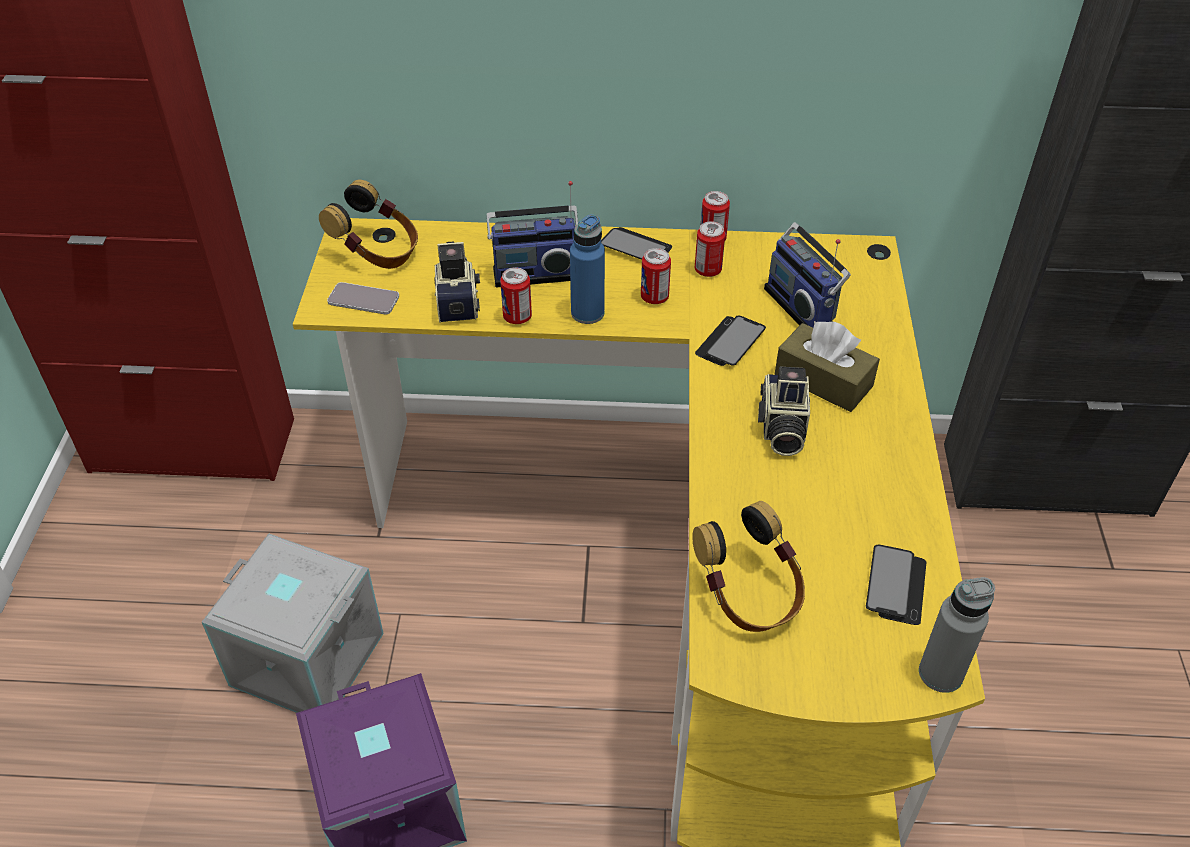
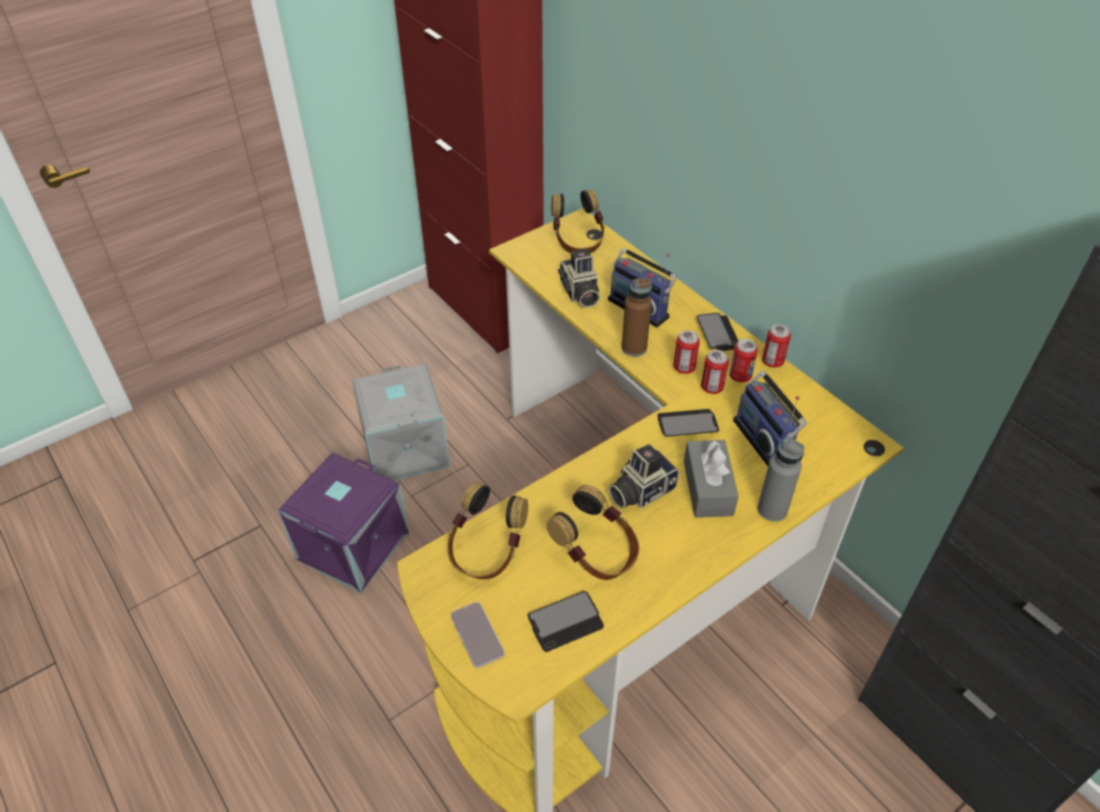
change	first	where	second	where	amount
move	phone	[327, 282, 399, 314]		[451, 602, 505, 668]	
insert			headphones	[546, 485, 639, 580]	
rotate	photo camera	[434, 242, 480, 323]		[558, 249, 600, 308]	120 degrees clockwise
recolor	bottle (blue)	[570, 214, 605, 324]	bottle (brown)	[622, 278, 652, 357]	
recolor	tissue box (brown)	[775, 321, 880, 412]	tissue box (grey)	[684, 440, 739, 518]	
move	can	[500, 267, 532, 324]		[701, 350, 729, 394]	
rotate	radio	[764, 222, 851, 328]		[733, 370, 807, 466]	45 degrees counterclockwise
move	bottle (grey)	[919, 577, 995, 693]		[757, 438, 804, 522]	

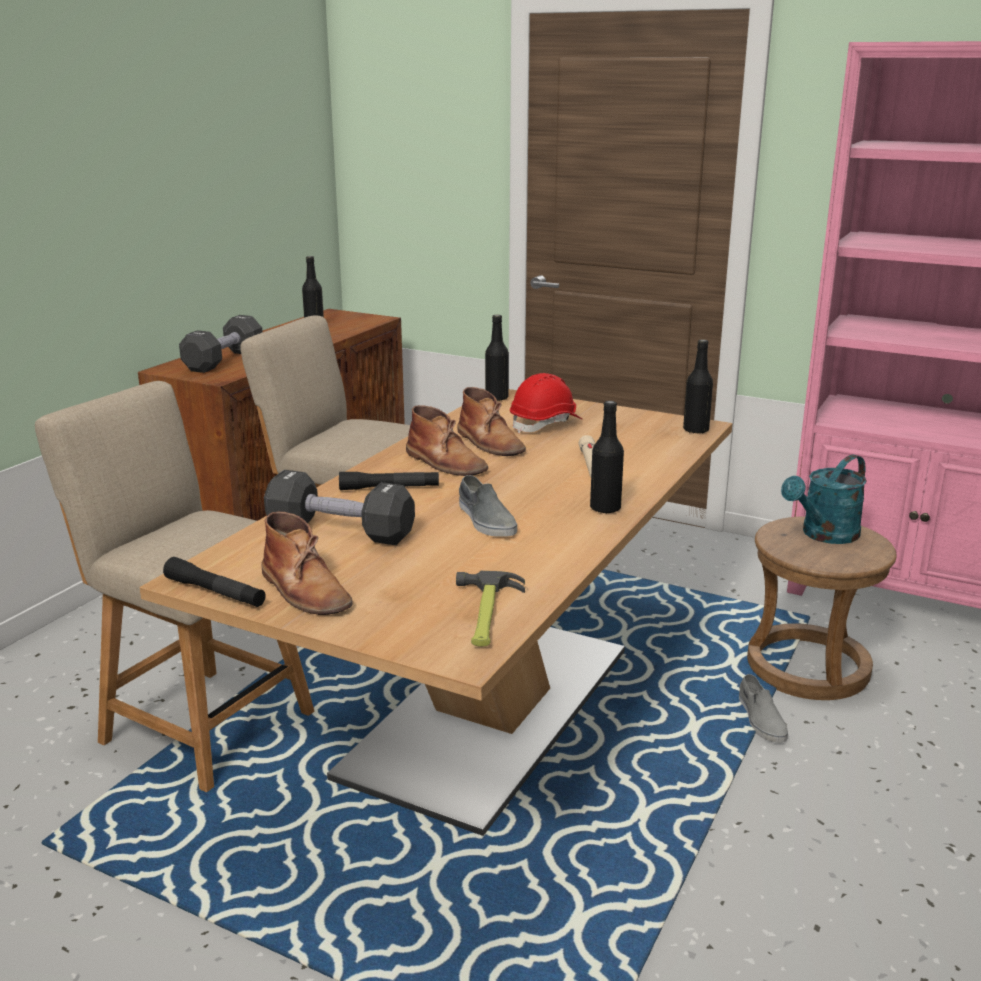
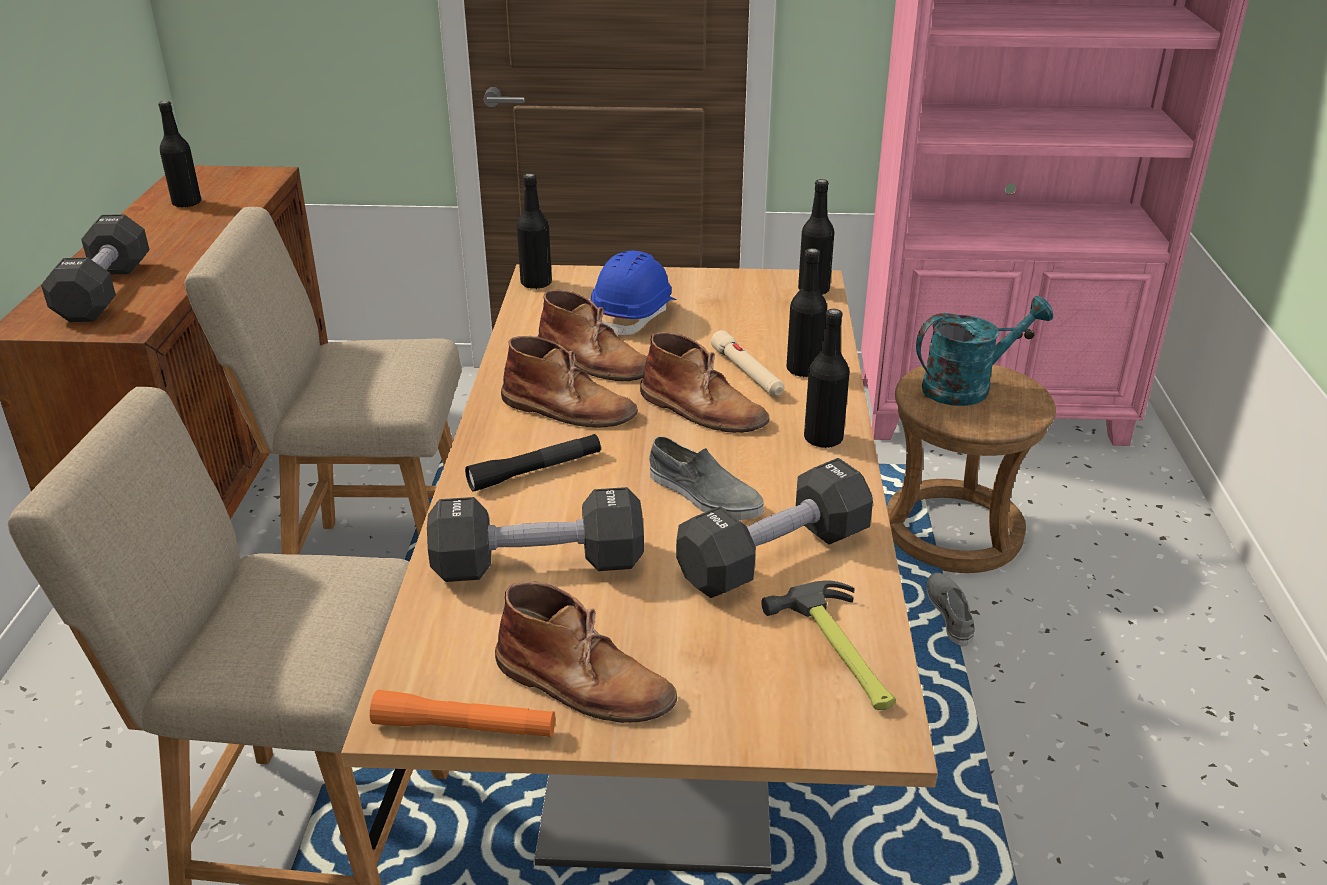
change	first	where	second	where	amount
recolor	flashlight (black)	[163, 557, 266, 607]	flashlight (orange)	[370, 690, 555, 737]	
recolor	hard hat (red)	[510, 373, 582, 434]	hard hat (blue)	[591, 251, 677, 337]	
insert			boot (brown)	[640, 332, 769, 433]	
insert			dumbbell (black)	[676, 458, 873, 598]	
insert			bottle (black)	[786, 248, 827, 377]	
rotate	watering can (turquoise)	[781, 455, 867, 544]		[916, 296, 1053, 406]	135 degrees counterclockwise
rotate	shoe (grey)	[739, 674, 788, 743]		[927, 573, 975, 646]	150 degrees counterclockwise

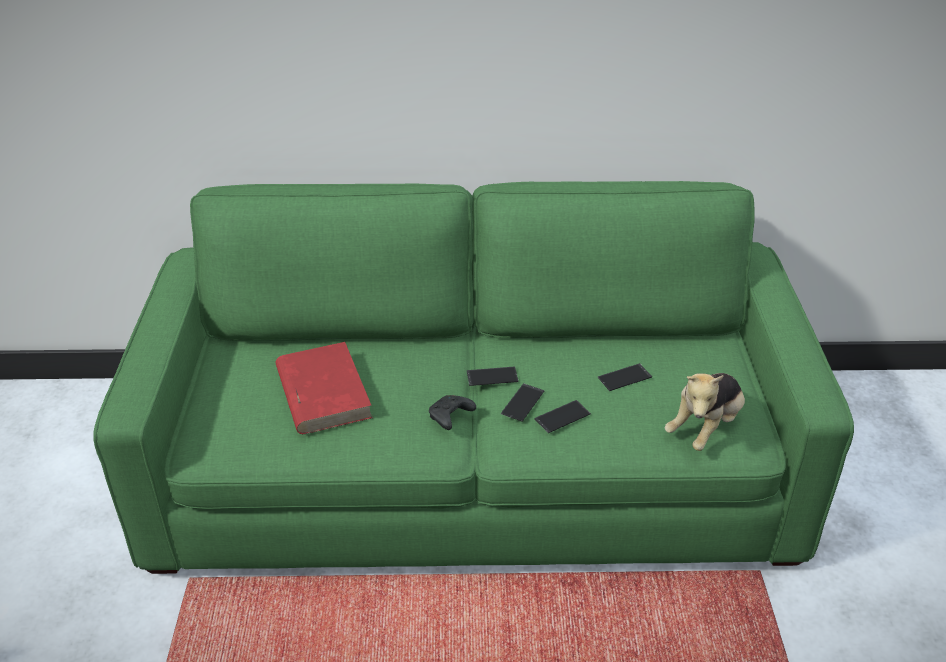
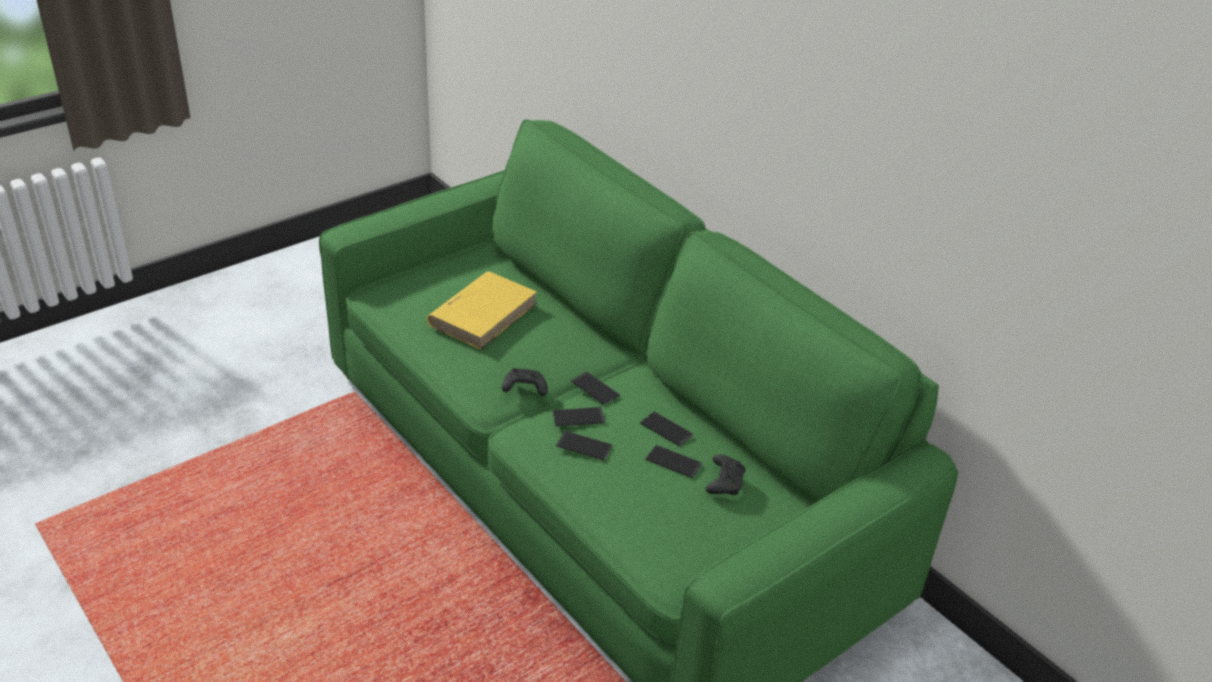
change	first	where	second	where	amount
recolor	book (red)	[276, 342, 373, 434]	book (yellow)	[427, 271, 537, 350]	
insert			phone	[640, 411, 694, 446]	
insert			game controller (black)	[706, 454, 745, 495]	
delete	plush toy	[665, 373, 745, 451]			

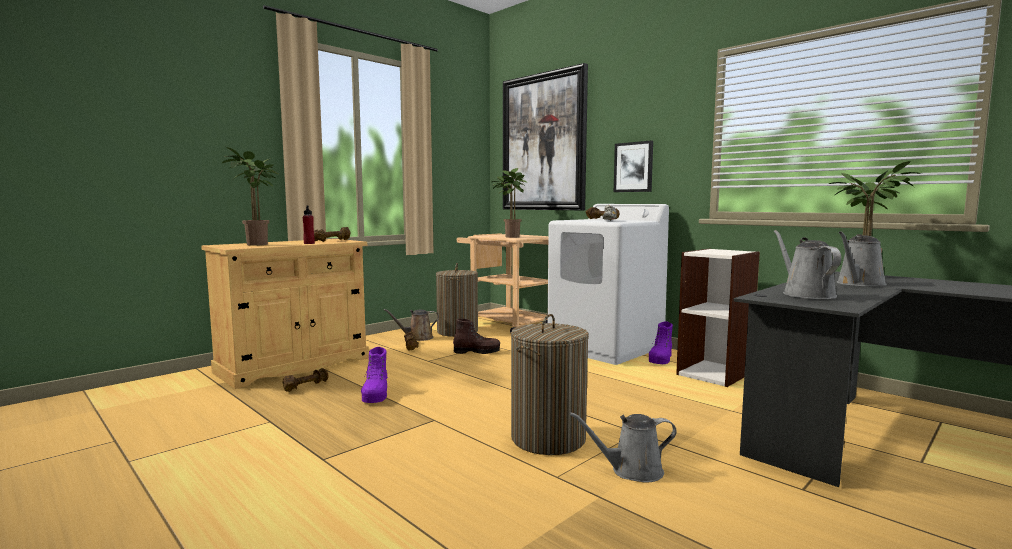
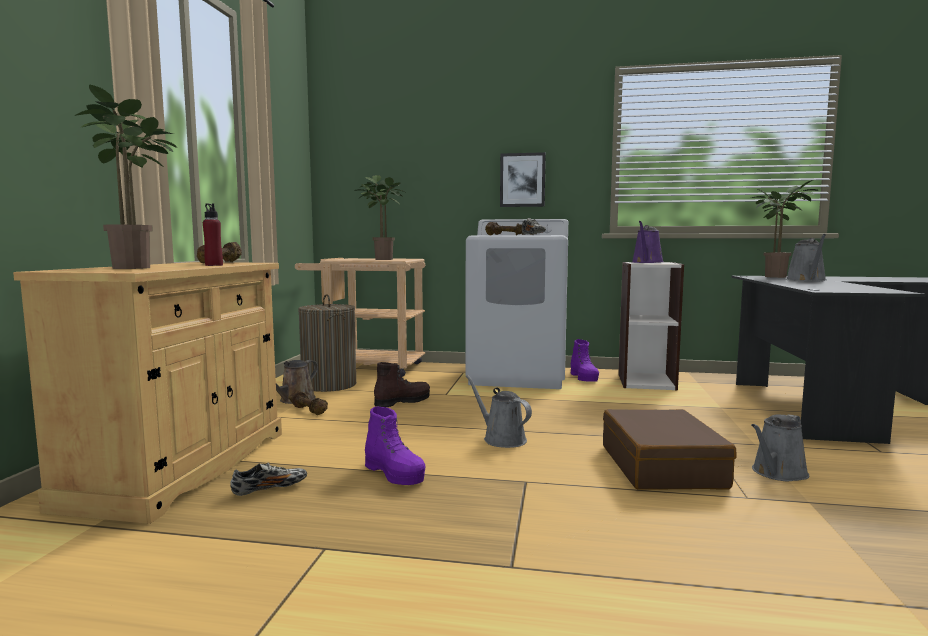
change	first	where	second	where	amount
replace	dumbbell (brown)	[283, 368, 328, 392]	shoe	[230, 463, 307, 496]	
move	watering can (grey)	[774, 230, 841, 299]		[466, 375, 532, 448]	
replace	laundry basket	[511, 314, 589, 455]	suitcase (brown)	[603, 409, 737, 489]	
insert			watering can (purple)	[632, 221, 663, 263]	
delete	picture	[503, 63, 588, 210]			

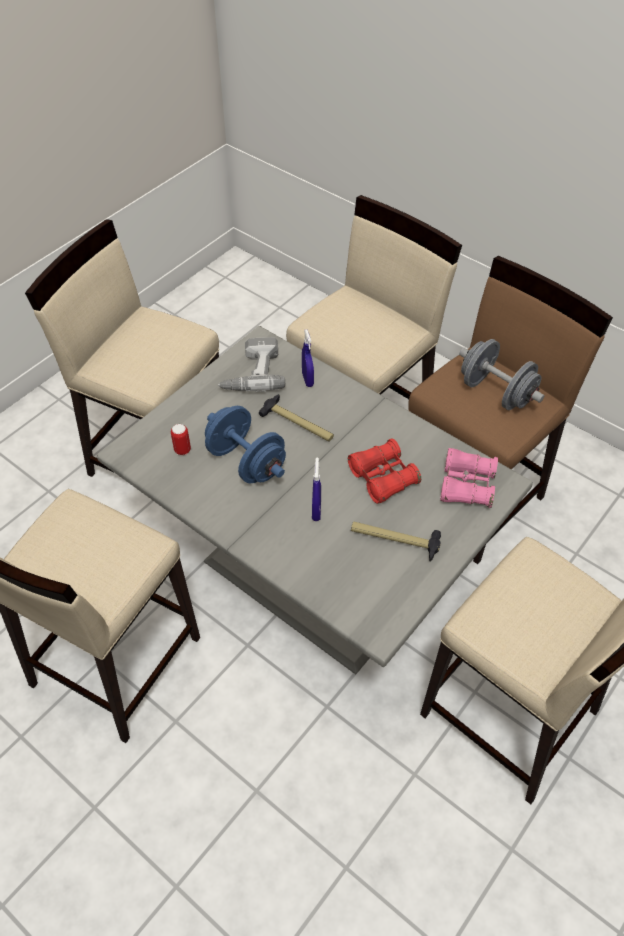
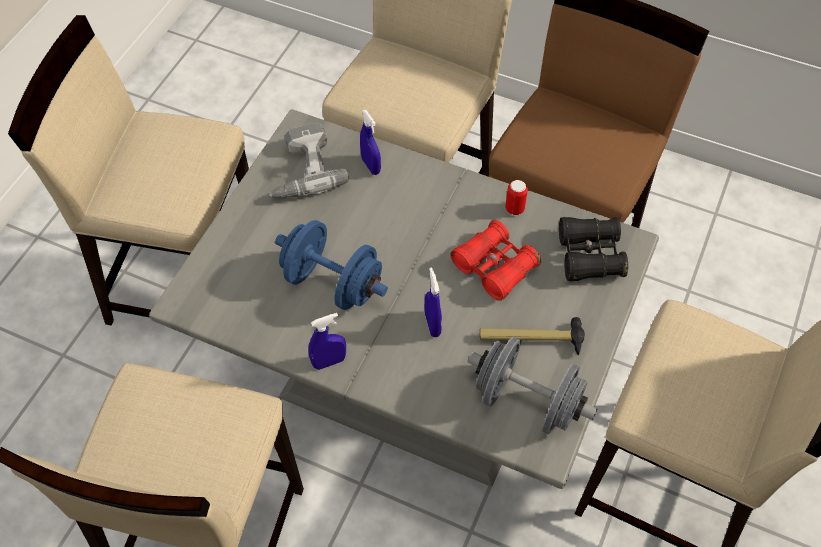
change	first	where	second	where	amount
insert			spray bottle (blue)	[308, 313, 346, 370]	
move	dumbbell (grey)	[459, 339, 545, 410]		[467, 337, 597, 434]	
move	can	[171, 424, 191, 455]		[505, 180, 528, 215]	
recolor	binoculars (pink)	[440, 448, 498, 508]	binoculars (black)	[559, 217, 628, 282]	
delete	hammer	[259, 394, 334, 441]			

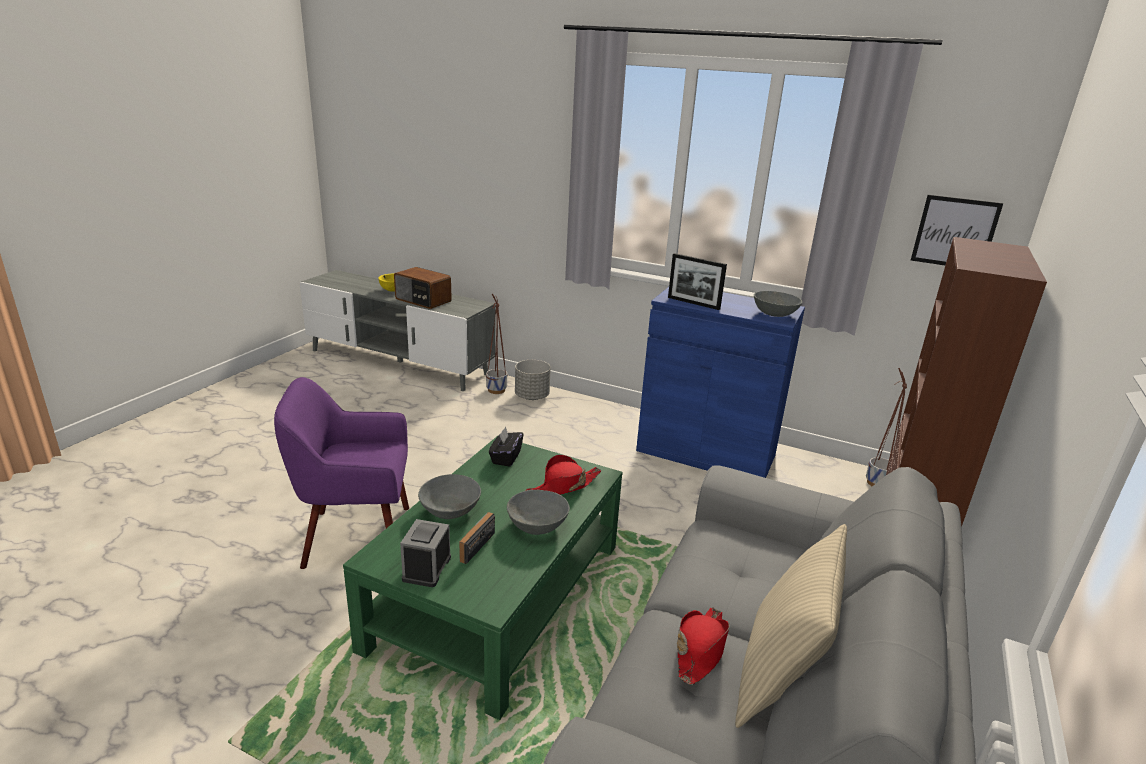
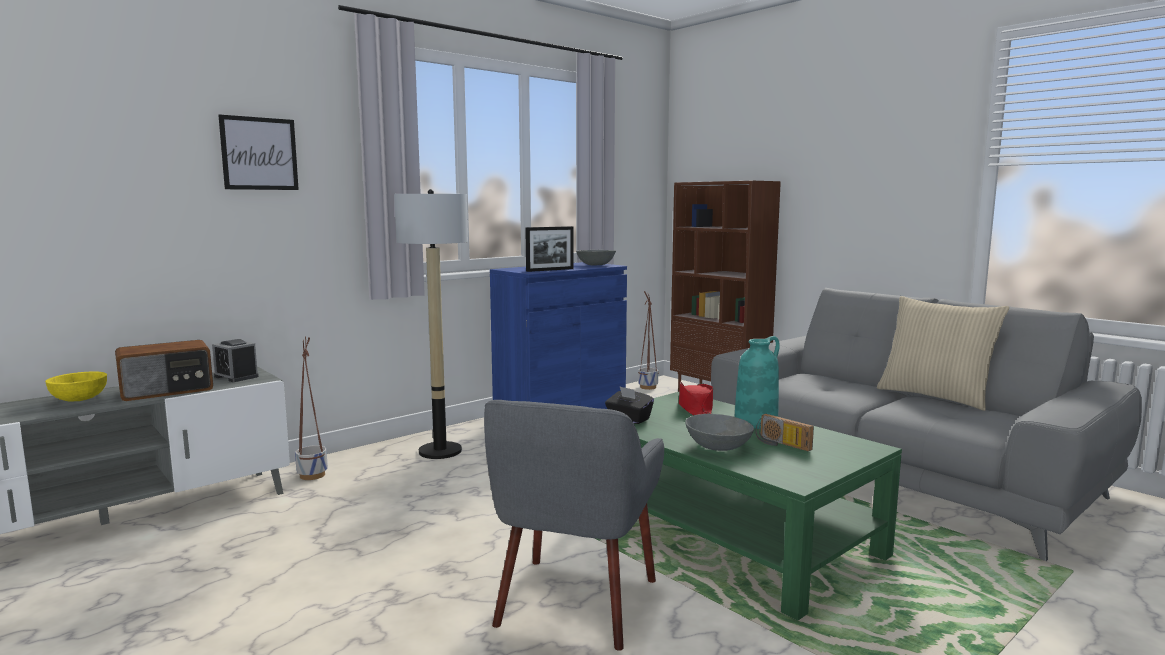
change	first	where	second	where	amount
move	alarm clock	[400, 519, 451, 587]		[212, 339, 259, 382]	
move	picture	[911, 195, 1003, 265]		[218, 115, 299, 190]	
insert			floor lamp	[394, 189, 468, 459]	
recolor	armchair (purple)	[274, 377, 409, 569]	armchair (grey)	[484, 400, 664, 651]	
replace	bowl (grey)	[507, 490, 570, 535]	vase (turquoise)	[735, 336, 780, 429]	
delete	planter (grey)	[515, 360, 551, 400]			
delete	hat (red)	[677, 607, 730, 685]			

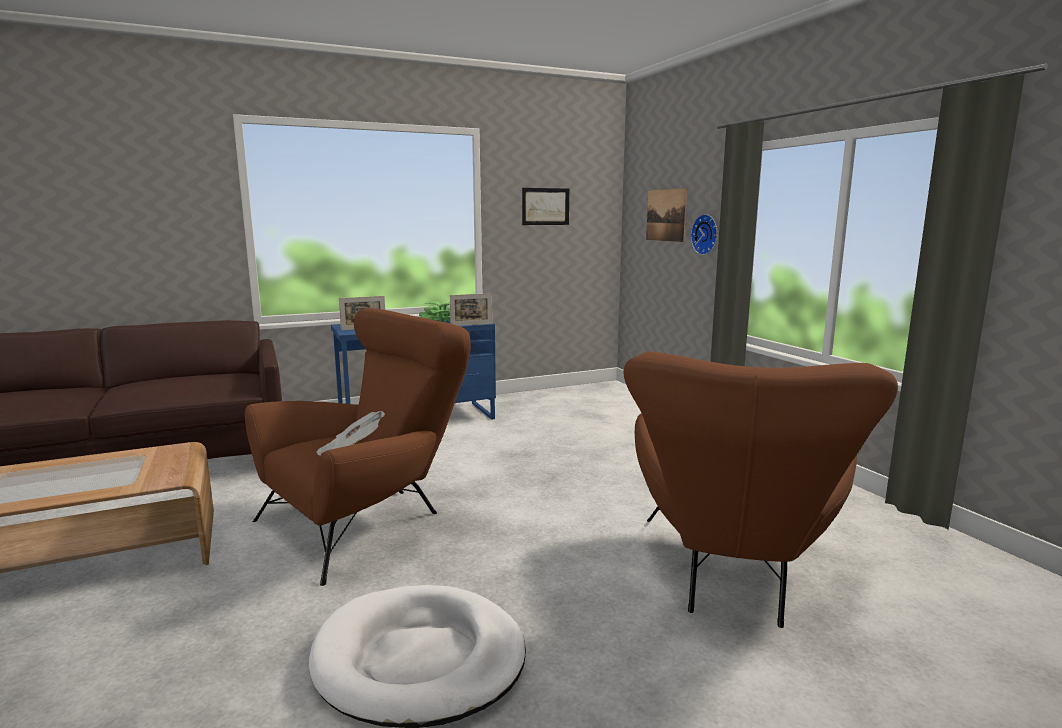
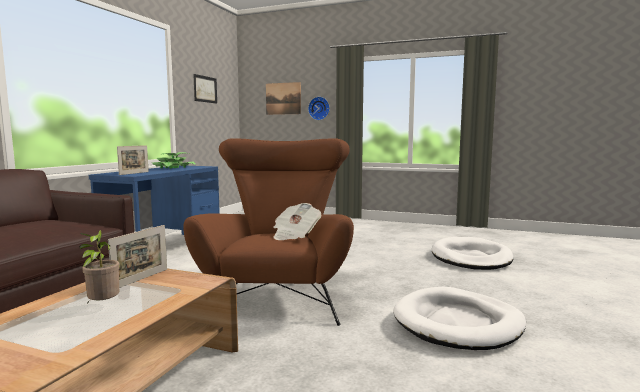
change	first	where	second	where	amount
insert			potted plant	[80, 230, 120, 304]	
move	picture frame	[450, 293, 492, 326]		[108, 225, 167, 288]	
replace	armchair (brown)	[624, 351, 898, 628]	dog bed (white)	[431, 237, 514, 270]	

